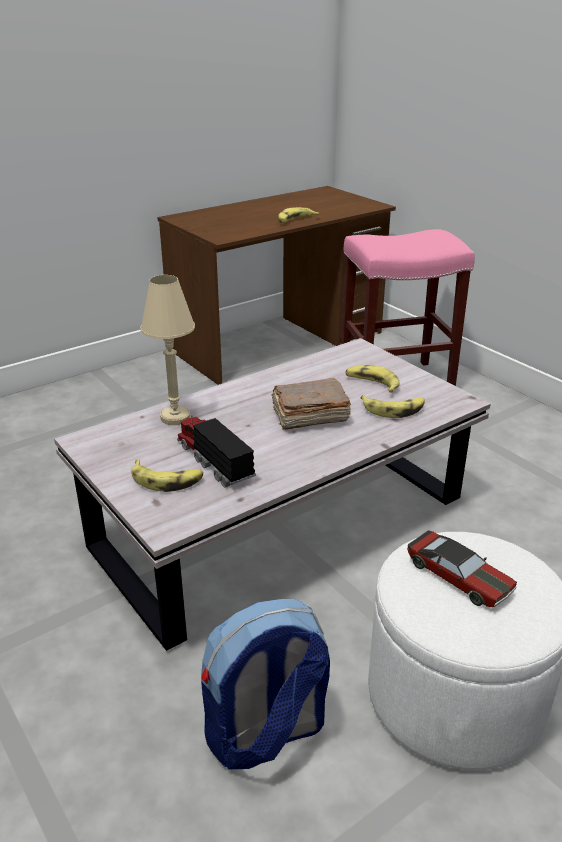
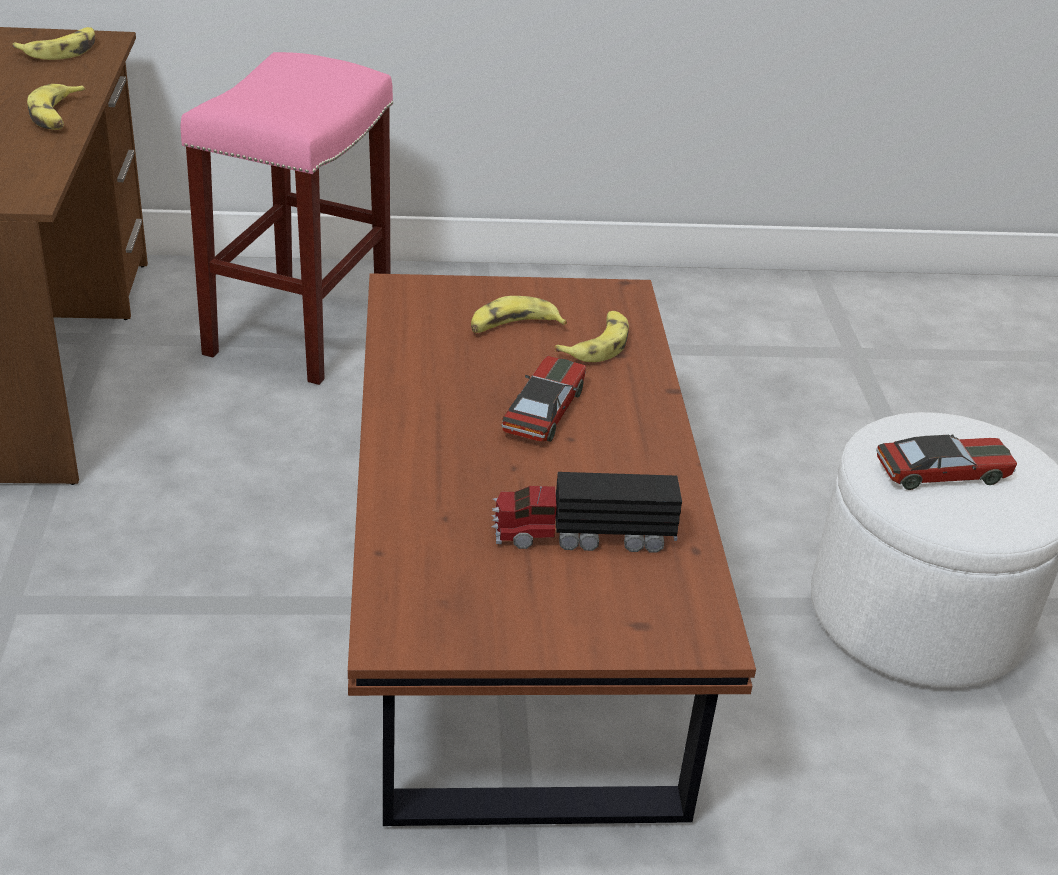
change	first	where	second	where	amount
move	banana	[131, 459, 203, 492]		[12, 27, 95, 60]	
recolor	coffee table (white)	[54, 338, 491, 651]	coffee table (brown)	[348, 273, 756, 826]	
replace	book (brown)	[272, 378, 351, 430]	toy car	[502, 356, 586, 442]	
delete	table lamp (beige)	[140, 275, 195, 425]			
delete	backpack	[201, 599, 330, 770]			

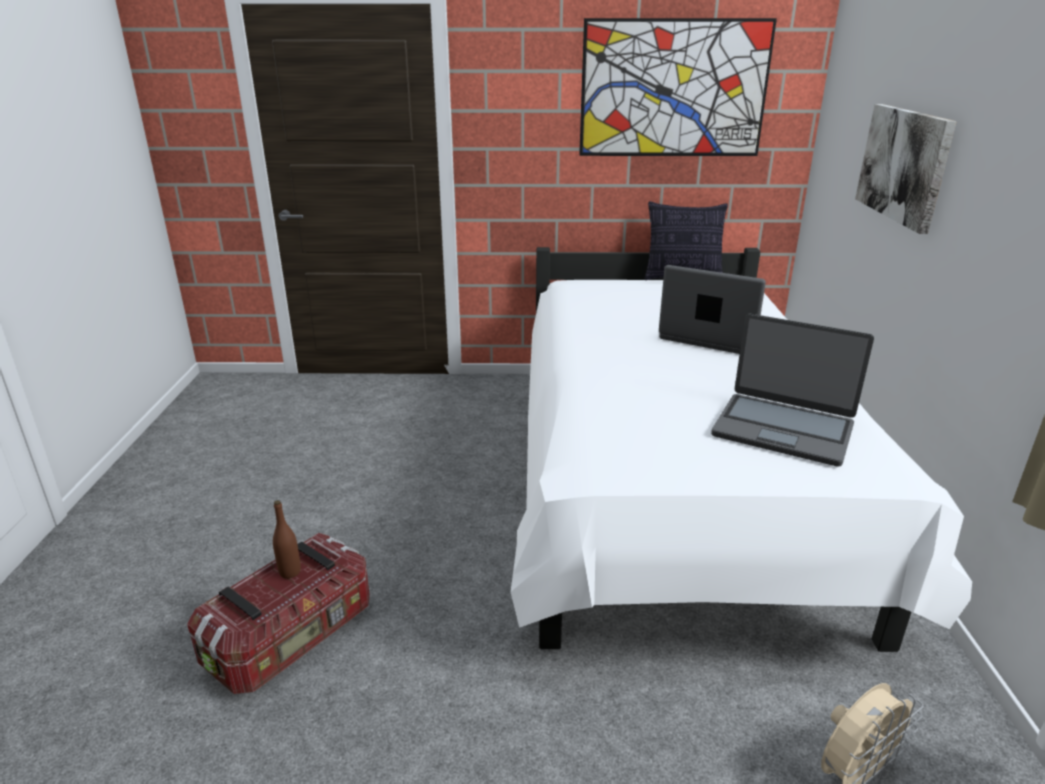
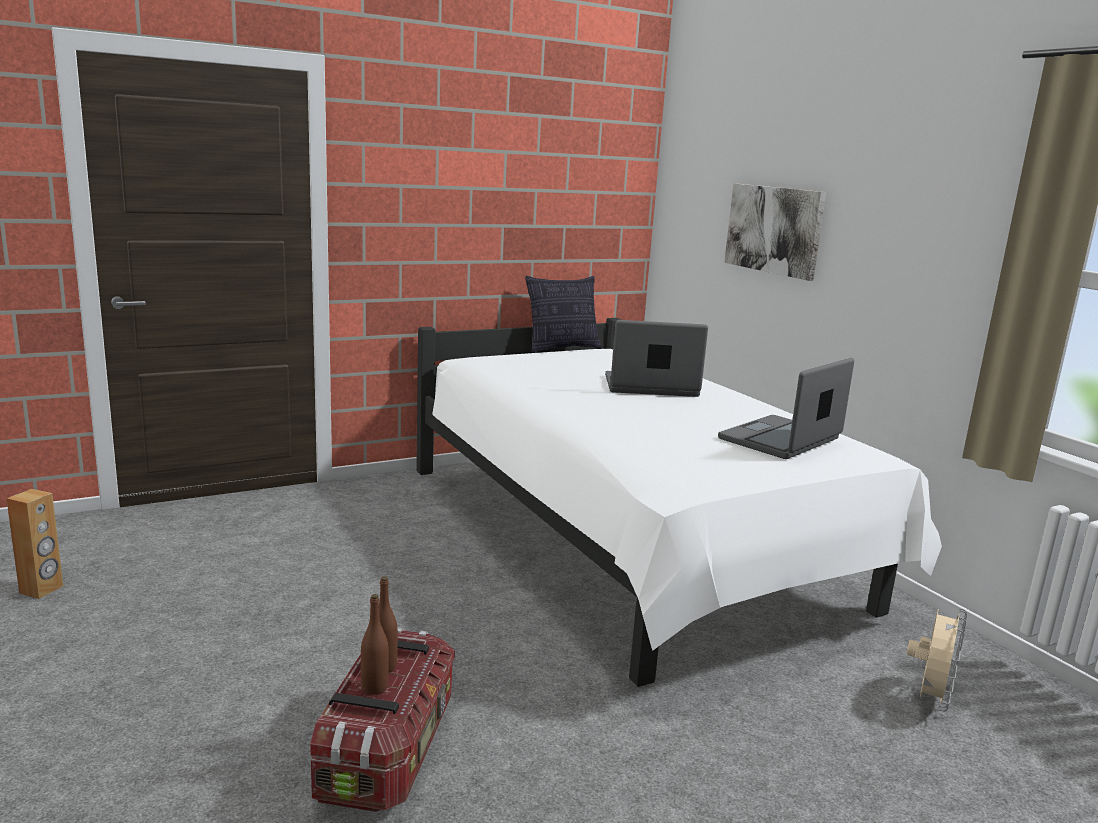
change	first	where	second	where	amount
insert			speaker (brown)	[6, 489, 63, 599]	
insert			bottle (brown)	[361, 594, 389, 695]	
rotate	laptop	[711, 314, 874, 467]		[718, 358, 854, 459]	135 degrees clockwise
delete	picture	[579, 18, 777, 156]			

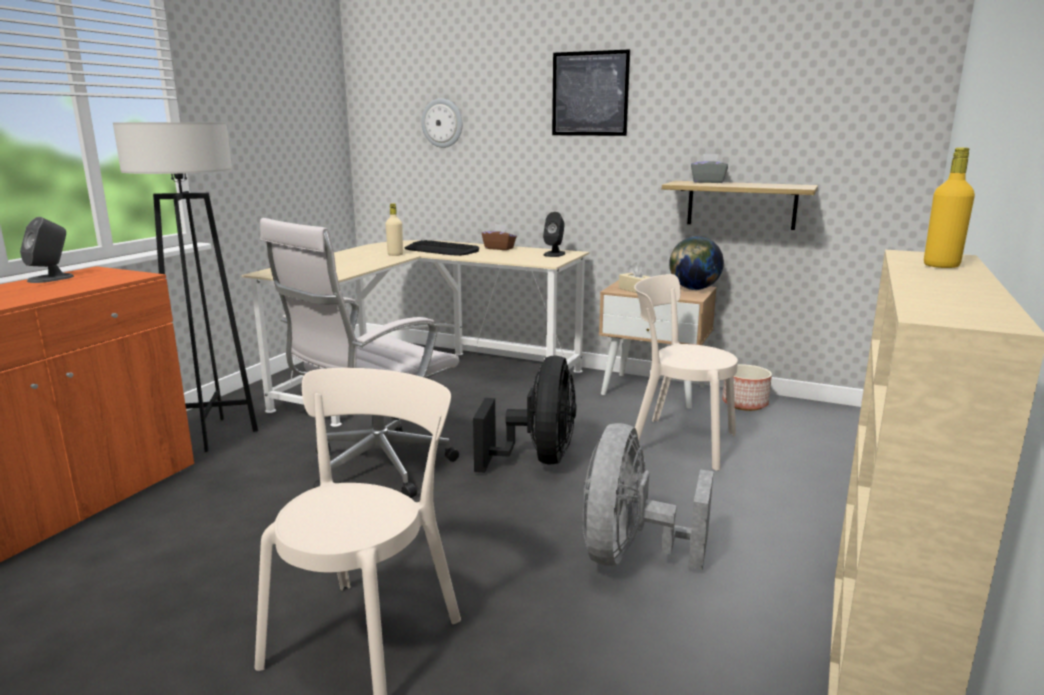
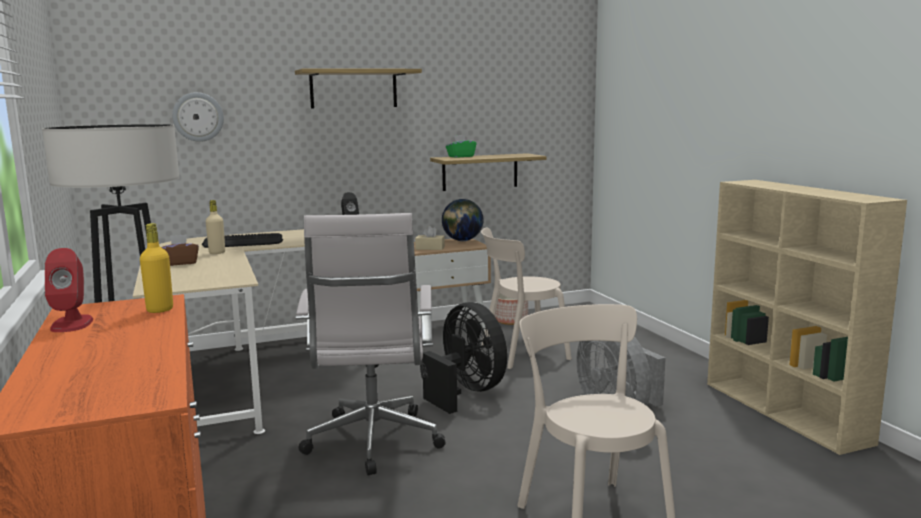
change	first	where	second	where	amount
recolor	speaker (grey)	[20, 217, 74, 283]	speaker (red)	[45, 248, 93, 332]	
move	bottle (yellow)	[924, 147, 975, 268]		[140, 223, 173, 313]	
move	tissue box (brown)	[482, 224, 517, 250]		[161, 234, 199, 266]	
replace	picture	[552, 49, 630, 136]	shelf	[295, 69, 422, 108]	
recolor	tissue box (grey)	[691, 154, 728, 183]	tissue box (green)	[446, 135, 477, 158]	

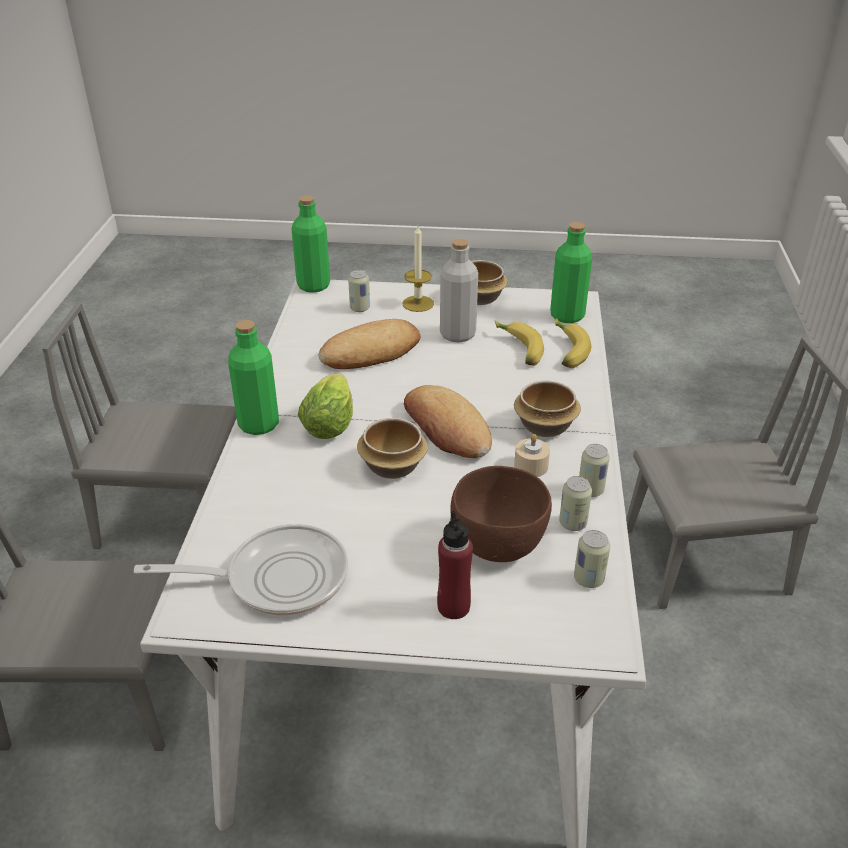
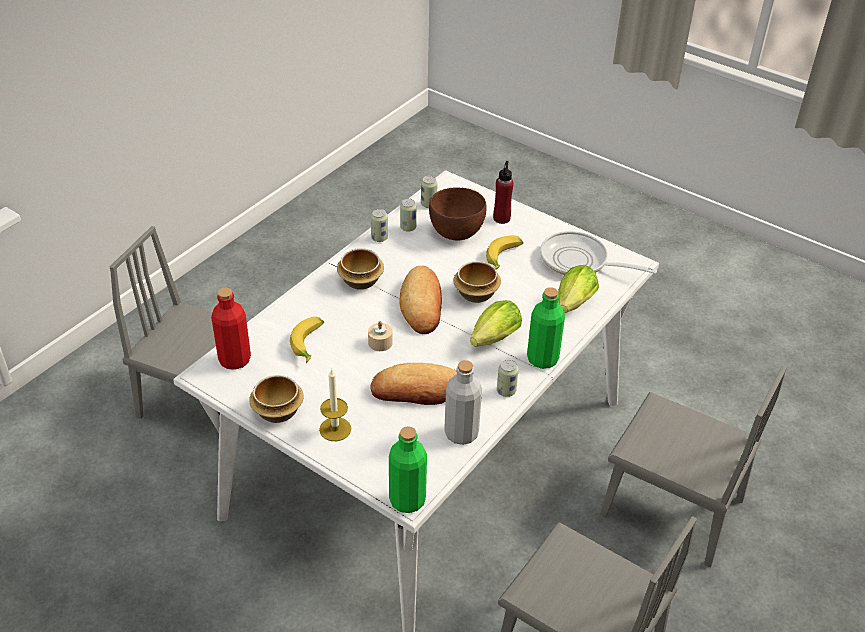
change	first	where	second	where	amount
recolor	bottle (green)	[550, 222, 592, 323]	bottle (red)	[211, 288, 251, 370]	
move	candle (beige)	[514, 434, 550, 477]		[368, 321, 393, 351]	
move	bottle (grey)	[440, 239, 478, 343]		[444, 360, 482, 445]	
move	banana	[555, 319, 591, 368]		[486, 235, 523, 269]	
move	can	[348, 270, 370, 312]		[497, 360, 519, 397]	
insert			lettuce	[558, 265, 599, 313]	

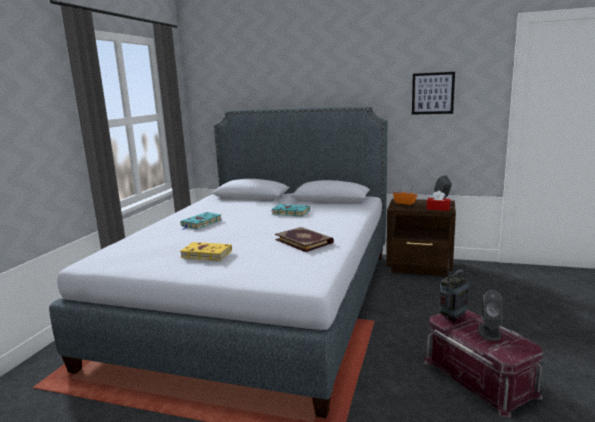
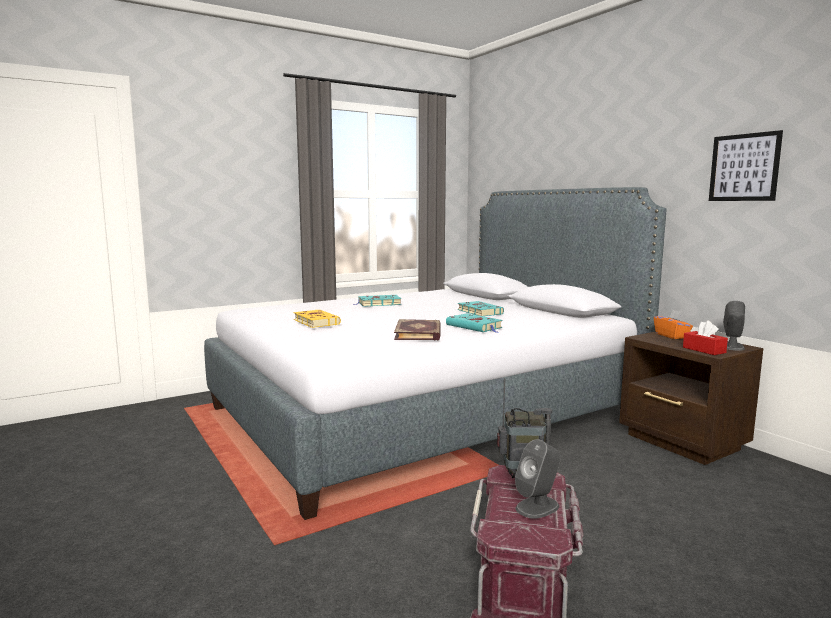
change	first	where	second	where	amount
insert			book (turquoise)	[446, 313, 503, 333]	

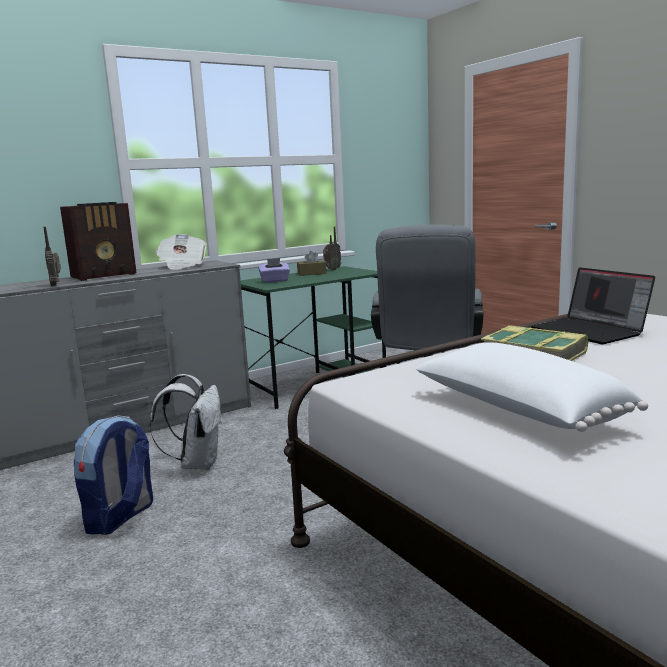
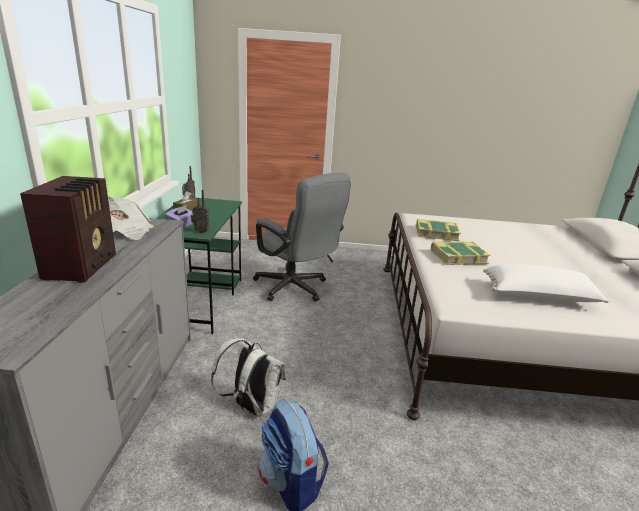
change	first	where	second	where	amount
move	radio	[43, 227, 61, 286]		[191, 190, 210, 233]	
replace	laptop	[532, 267, 655, 344]	book	[416, 219, 461, 241]	

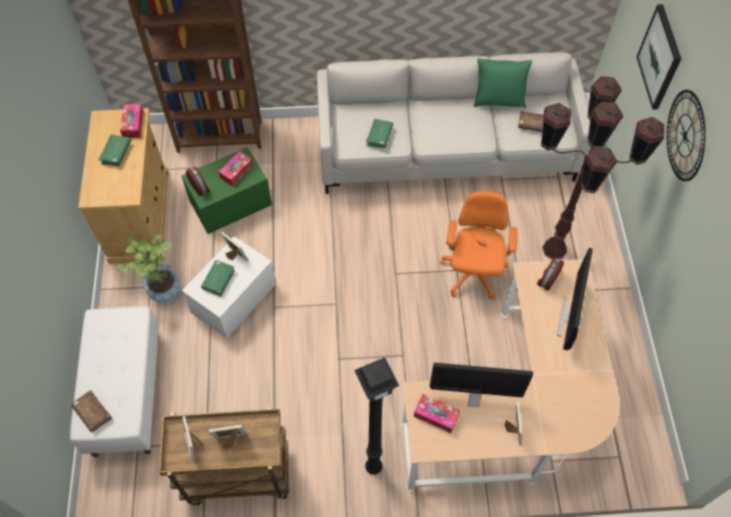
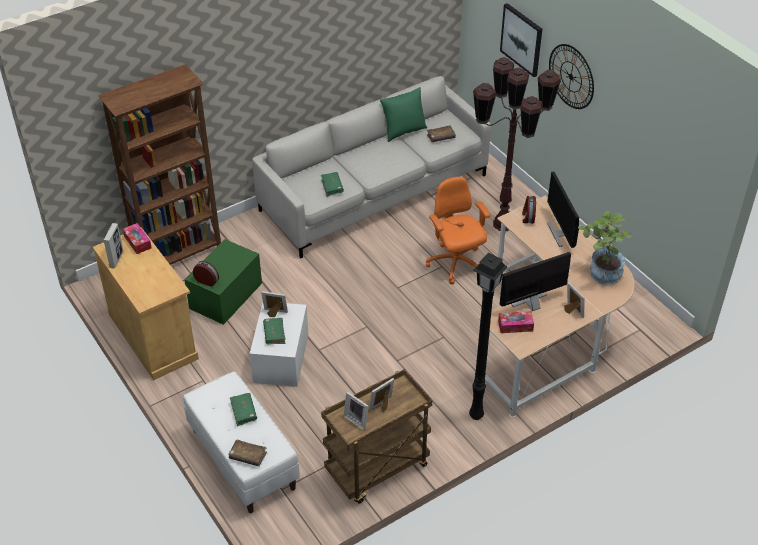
change	first	where	second	where	amount
insert			picture frame	[103, 223, 124, 269]	
move	book (green)	[98, 134, 131, 166]		[230, 393, 257, 426]	
move	potted plant	[116, 235, 180, 303]		[578, 211, 632, 285]	
delete	tissue box	[219, 151, 253, 186]			

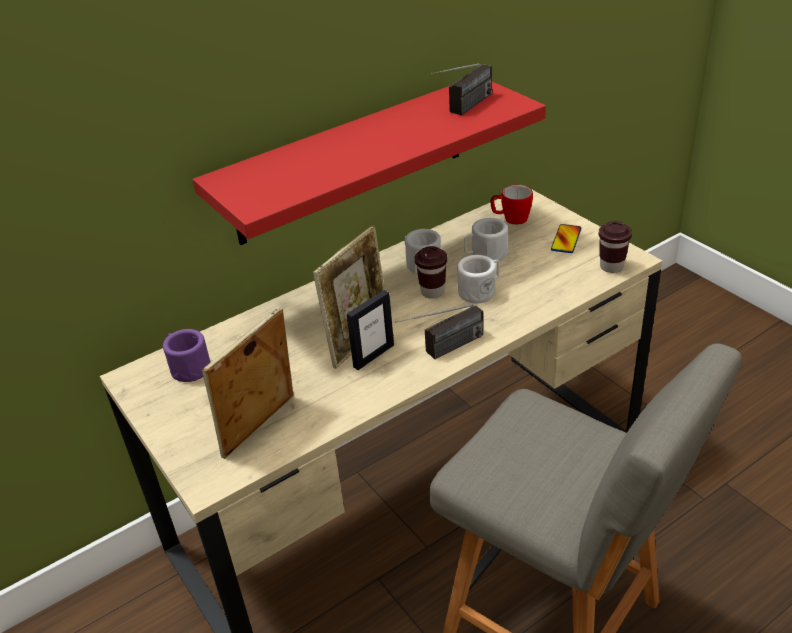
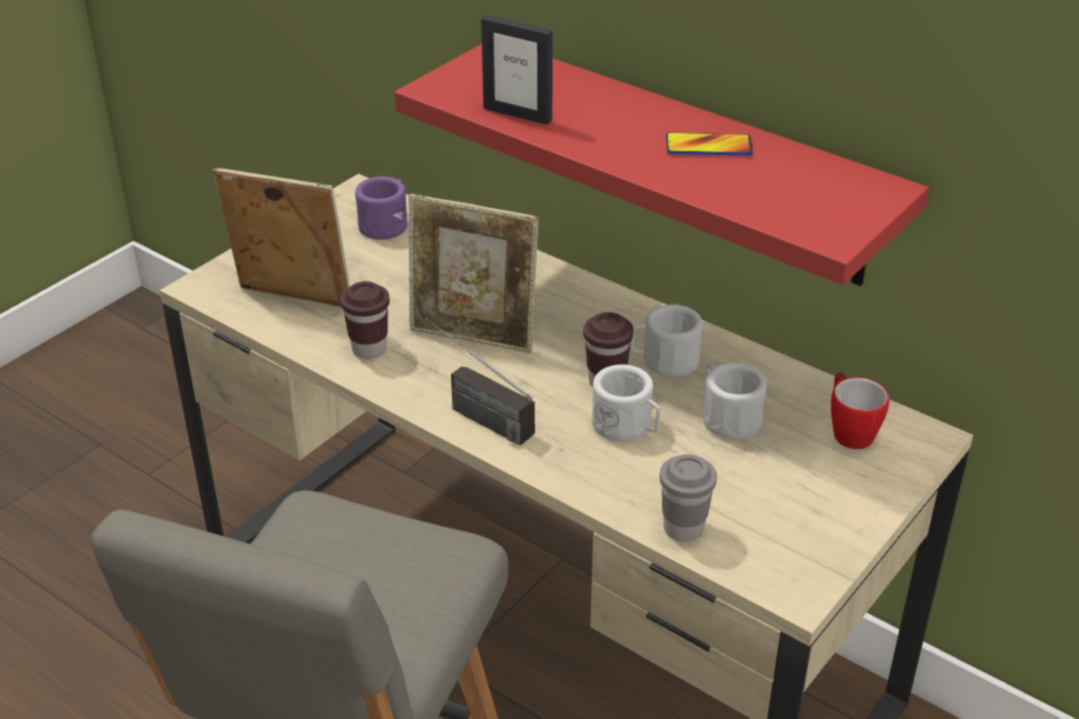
change	first	where	second	where	amount
move	cup (brown)	[599, 221, 632, 273]		[340, 281, 390, 359]	
move	picture frame	[347, 290, 394, 370]		[481, 15, 553, 125]	
insert			cup (grey)	[660, 454, 717, 542]	
move	phone	[551, 224, 582, 253]		[666, 133, 753, 156]	
delete	radio	[431, 63, 493, 115]			

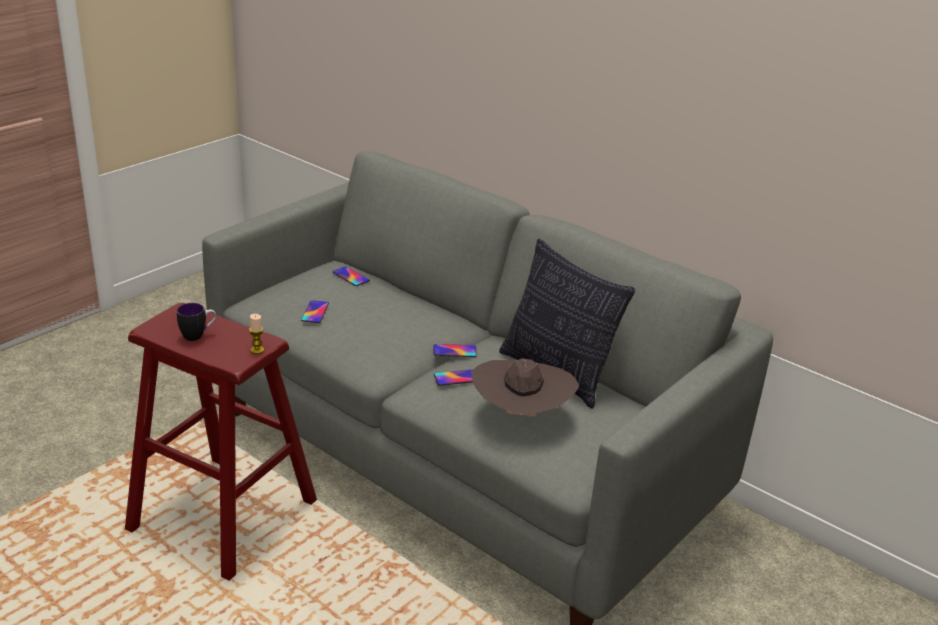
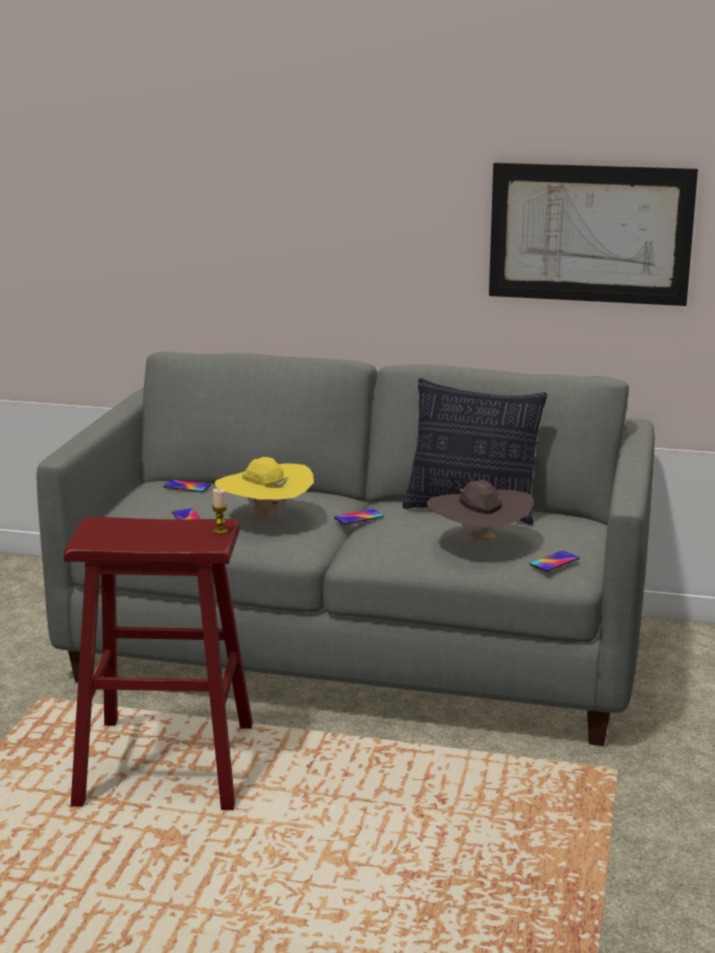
change	first	where	second	where	amount
insert			hat (yellow)	[215, 457, 314, 520]	
insert			picture	[489, 163, 698, 306]	
move	phone	[434, 369, 474, 386]		[530, 551, 579, 572]	
delete	mug	[177, 303, 216, 341]			

